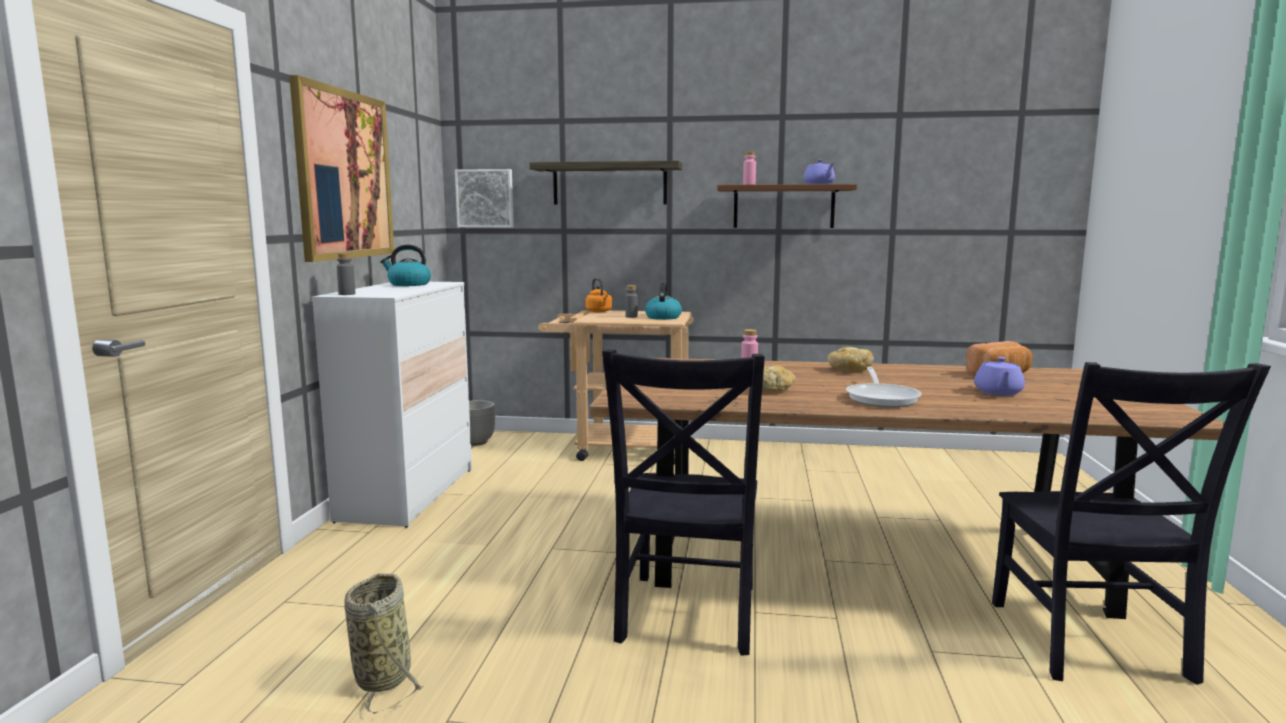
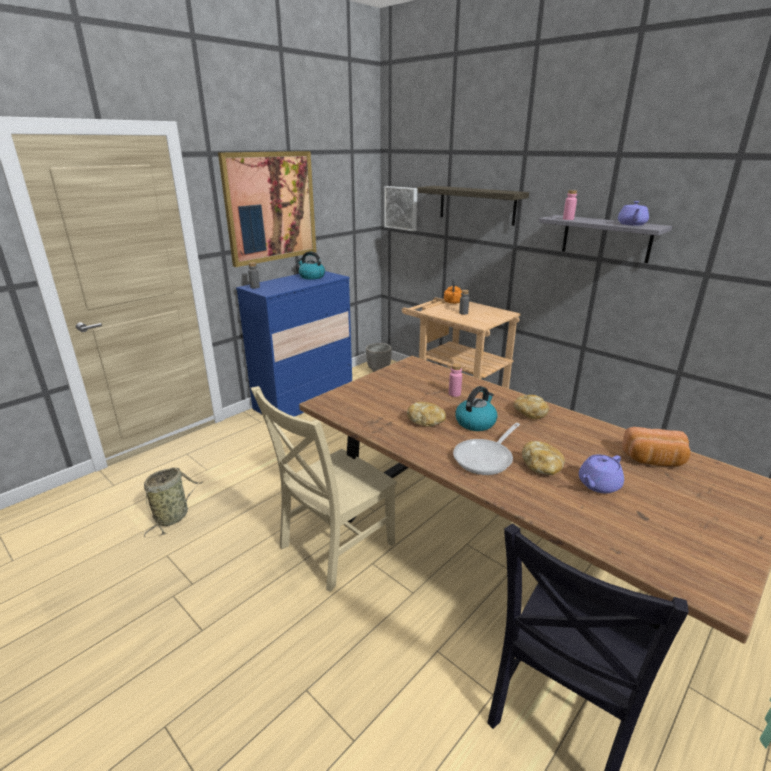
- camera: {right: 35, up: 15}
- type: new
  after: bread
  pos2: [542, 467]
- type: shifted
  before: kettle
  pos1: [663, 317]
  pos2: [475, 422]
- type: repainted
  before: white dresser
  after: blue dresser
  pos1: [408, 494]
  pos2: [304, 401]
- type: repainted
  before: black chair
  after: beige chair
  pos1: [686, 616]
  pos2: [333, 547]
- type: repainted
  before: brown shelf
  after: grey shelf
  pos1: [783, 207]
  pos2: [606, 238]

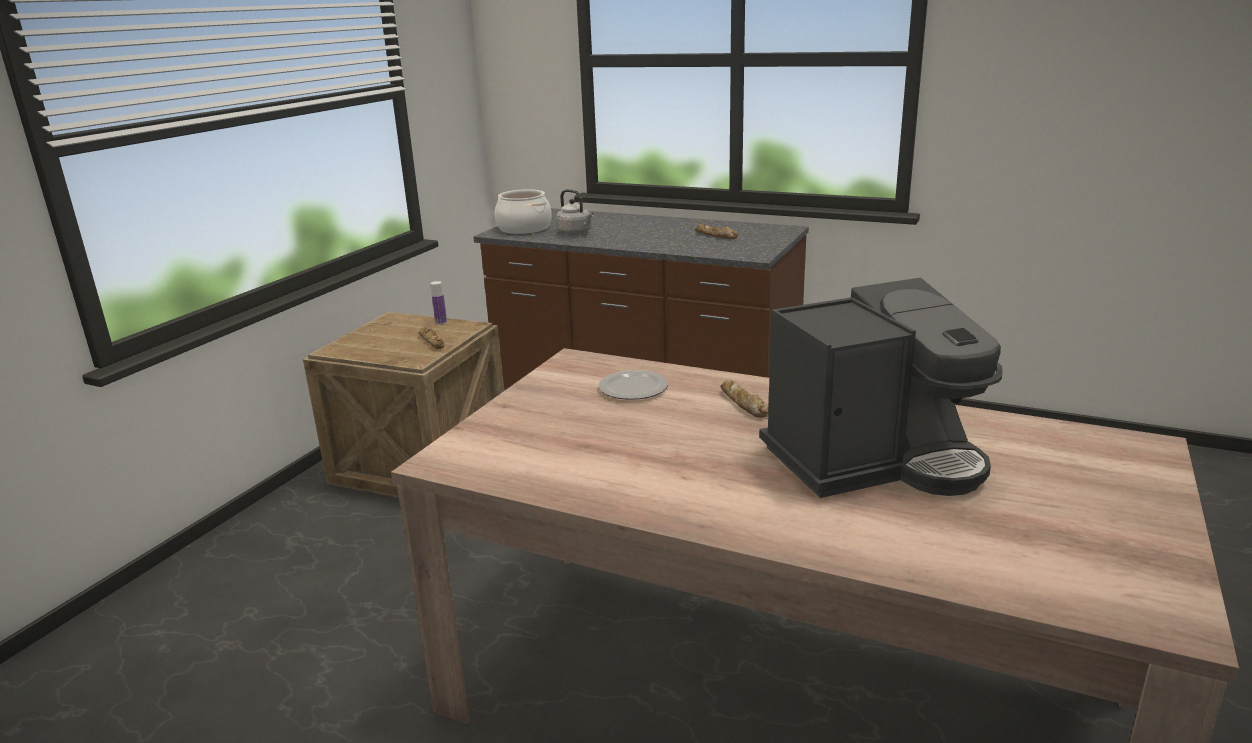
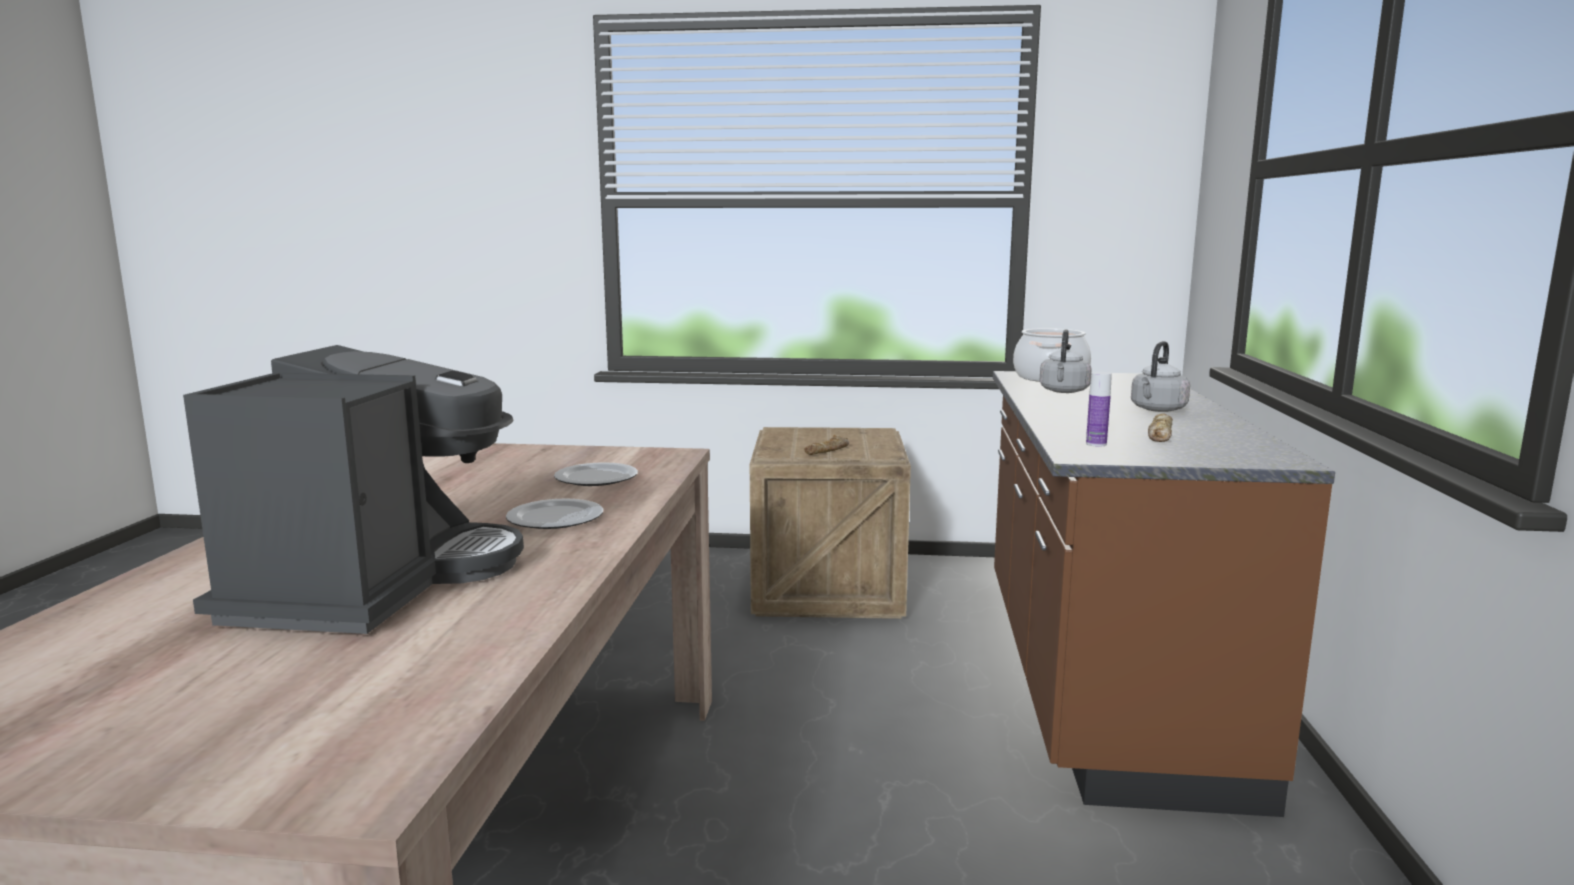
- camera: {right: 70, up: -10}
- type: new
  after: grey kettle
  pos2: [1157, 409]
- type: shifted
  before: bottle
  pos1: [441, 322]
  pos2: [1096, 444]
- type: swapped
  before: bread
  after: plate
  pos1: [743, 404]
  pos2: [554, 519]
- type: rotated
  before: coffee machine
  pos1: [874, 460]
  pos2: [375, 583]
  turn: -135

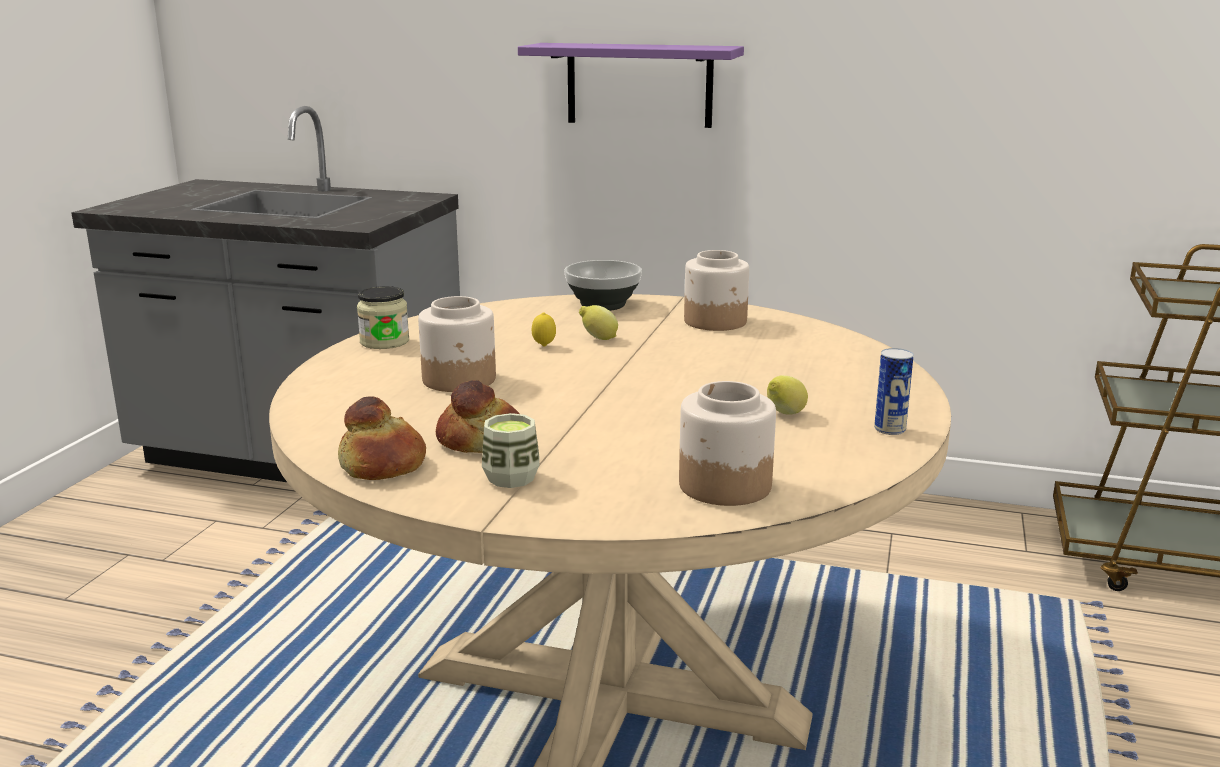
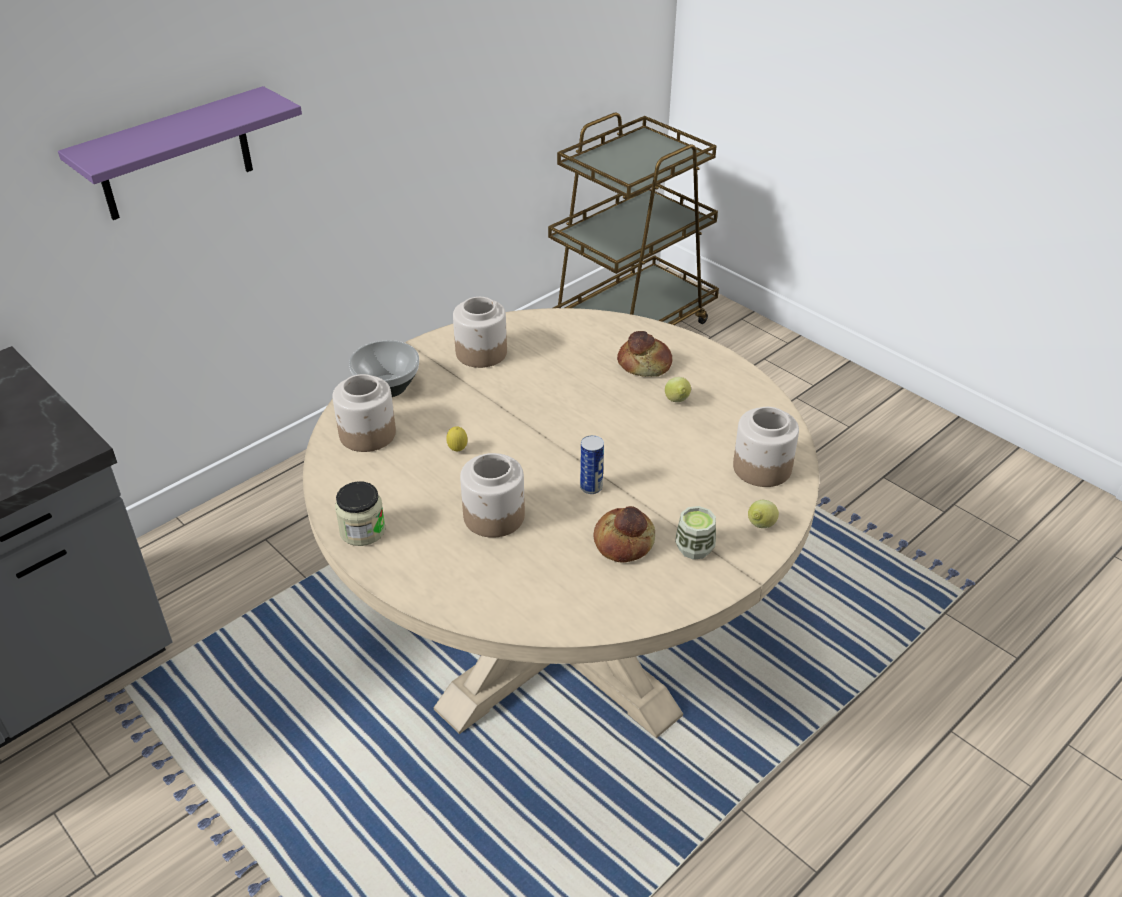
- camera: {right: -60, up: 20}
- type: new
  after: jar
  pos2: [367, 434]
- type: shifted
  before: bread
  pos1: [384, 464]
  pos2: [645, 364]
- type: shifted
  before: lemon
  pos1: [598, 339]
  pos2: [760, 526]
- type: shifted
  before: can
  pos1: [889, 429]
  pos2: [591, 487]

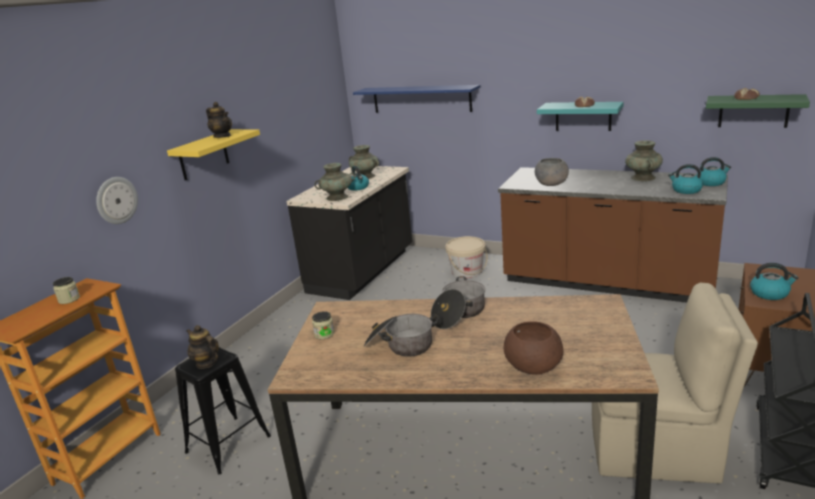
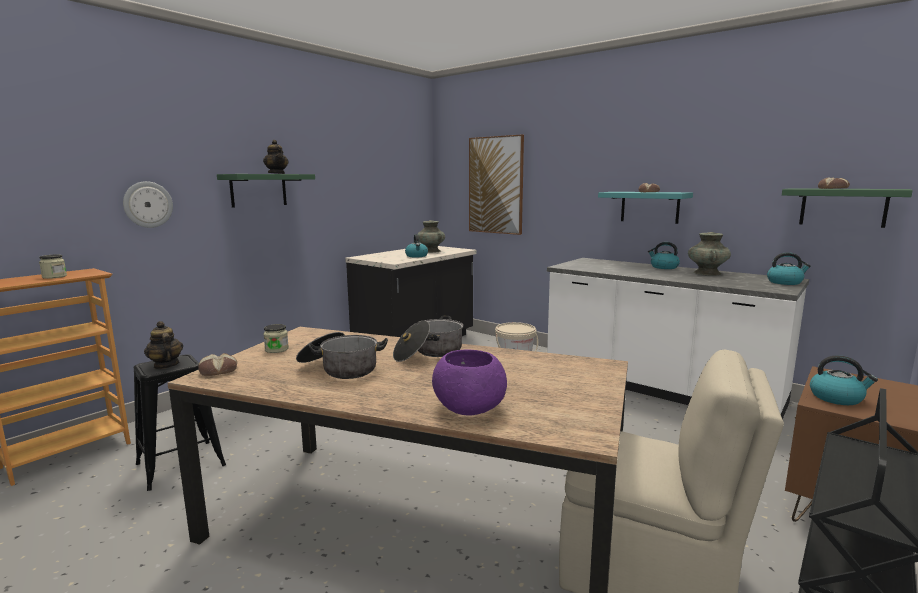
- camera: {right: 10, up: -10}
- type: gone
  before: turquoise vase
  pos1: [337, 197]
- type: gone
  before: grey bowl
  pos1: [551, 184]
- type: new
  after: bread
  pos2: [218, 371]
- type: shifted
  before: kettle
  pos1: [686, 190]
  pos2: [663, 267]
- type: swapped
  before: blue shelf
  after: picture
  pos1: [421, 99]
  pos2: [496, 185]
- type: repainted
  before: yellow shelf
  after: green shelf
  pos1: [203, 155]
  pos2: [258, 190]
- type: repainted
  before: brown counter
  after: white counter
  pos1: [606, 282]
  pos2: [658, 388]
- type: repainted
  before: brown bowl
  after: purple bowl
  pos1: [534, 367]
  pos2: [470, 409]

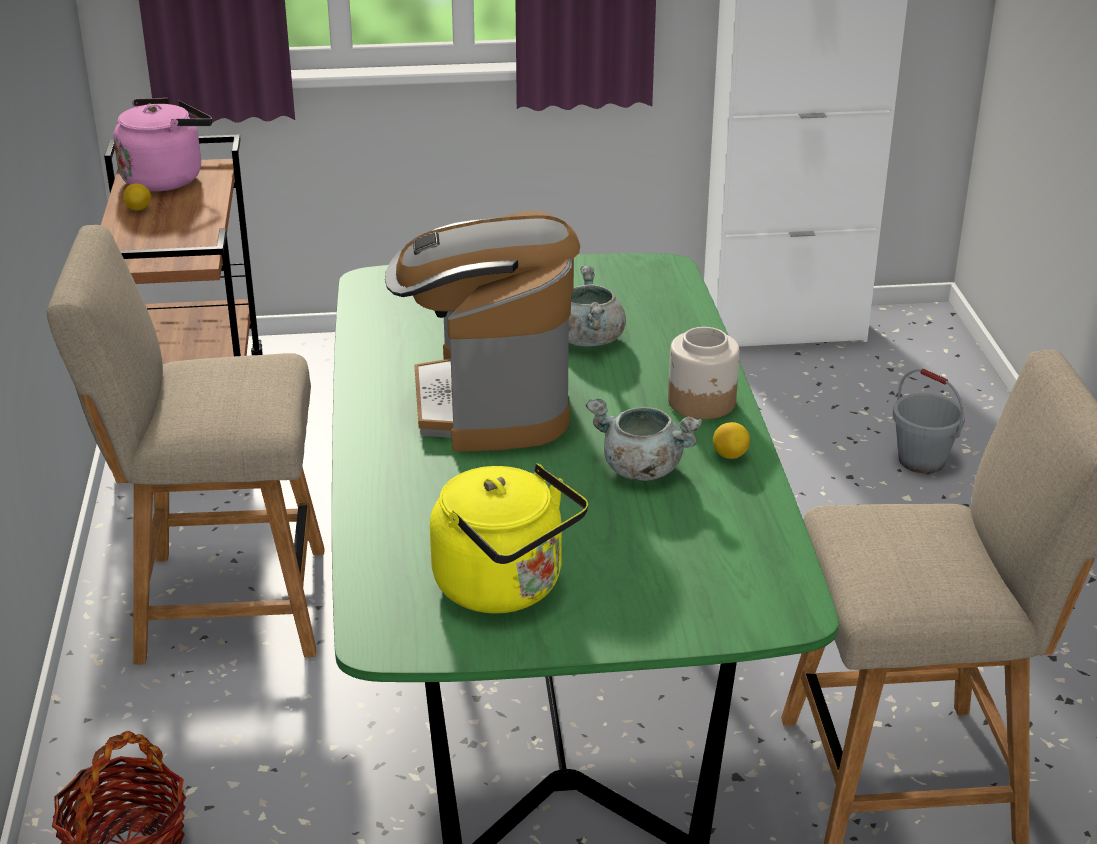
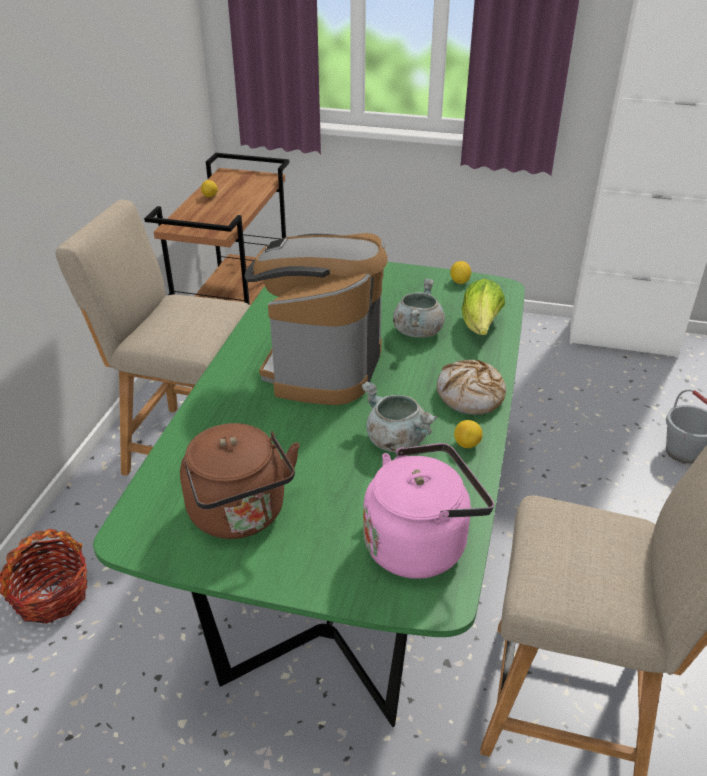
- camera: {right: 20, up: 5}
- type: new
  after: lemon
  pos2: [459, 282]
- type: new
  after: lettuce
  pos2: [480, 327]
- type: shifted
  before: pink kettle
  pos1: [166, 178]
  pos2: [420, 543]
- type: swapped
  before: jar
  after: bread
  pos1: [702, 402]
  pos2: [470, 396]
- type: repainted
  before: yellow kettle
  after: brown kettle
  pos1: [506, 587]
  pos2: [241, 515]

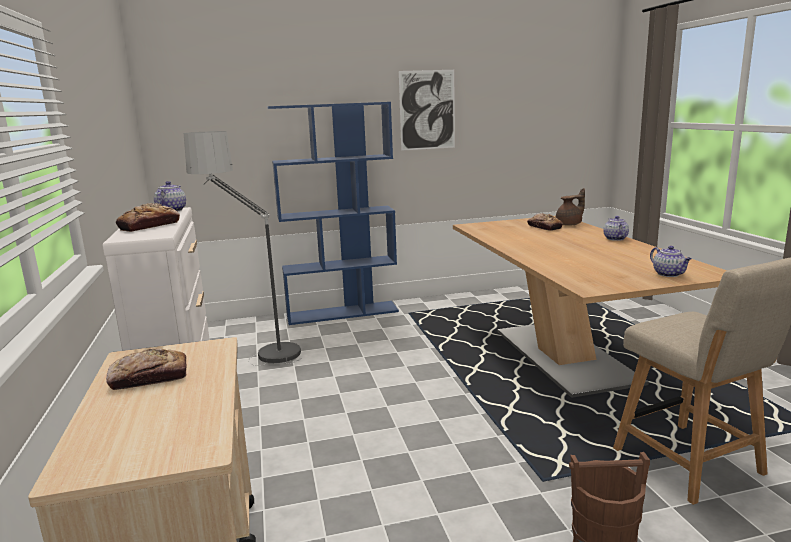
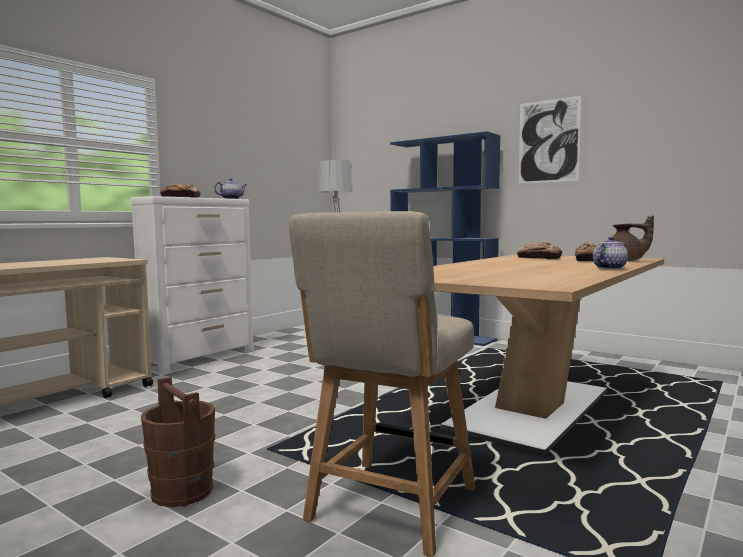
- camera: {right: 50, up: -10}
- type: gone
  before: teapot
  pos1: [669, 274]
- type: shifted
  before: bread
  pos1: [149, 378]
  pos2: [539, 258]

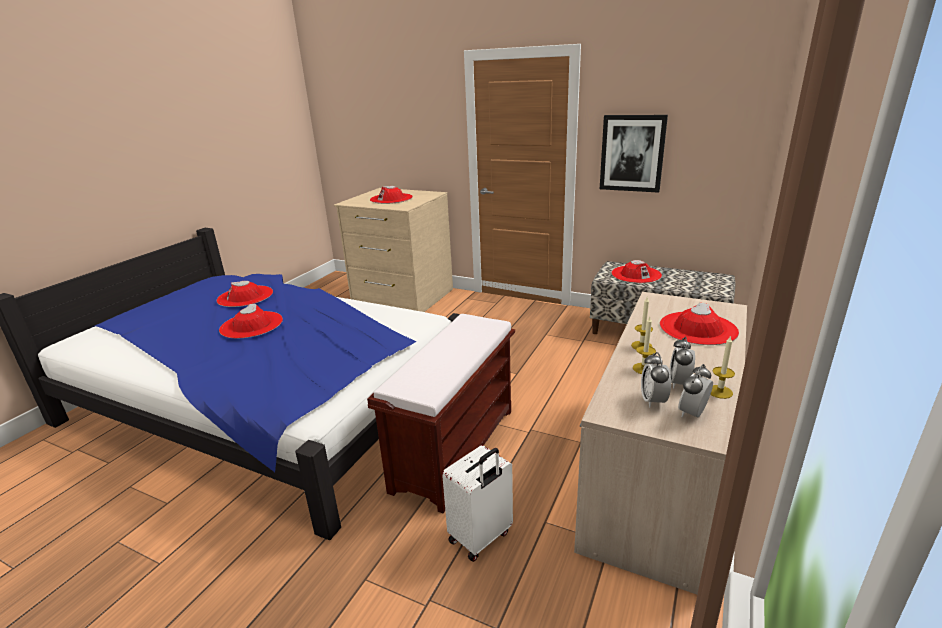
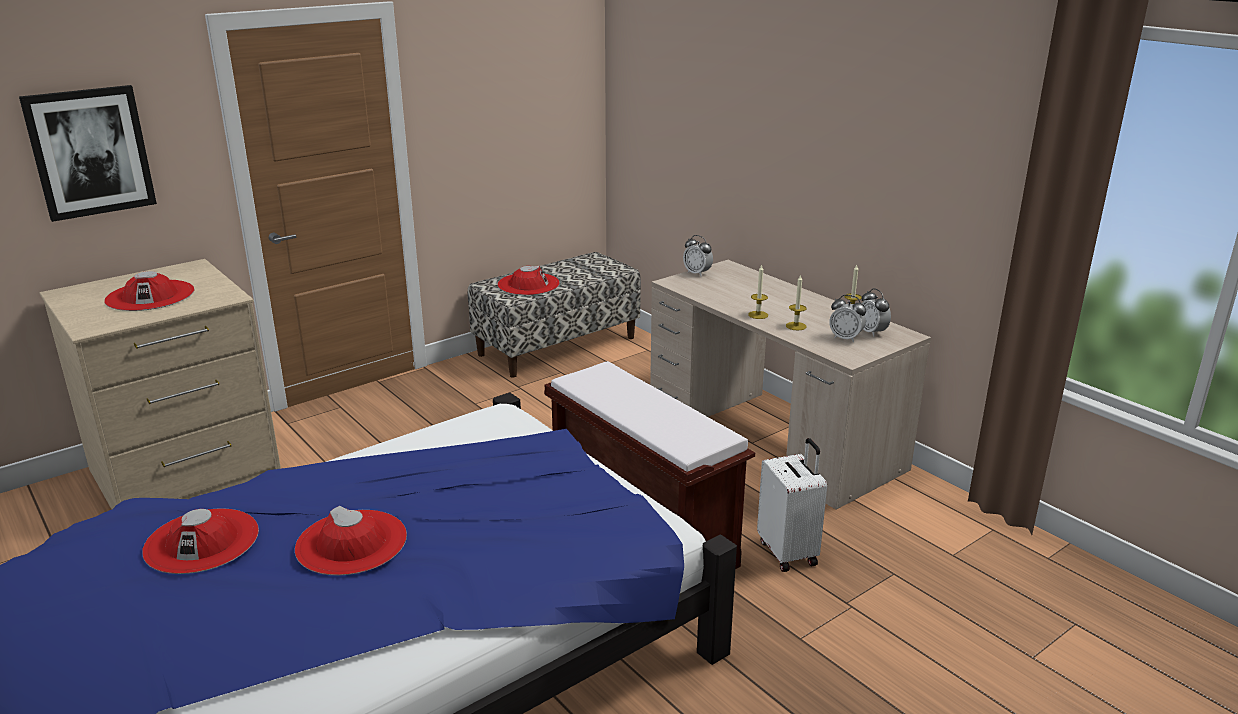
- camera: {right: -65, up: 0}
- type: gone
  before: red hat
  pos1: [698, 328]
- type: shifted
  before: picture
  pos1: [632, 153]
  pos2: [90, 152]
- type: shifted
  before: alarm clock
  pos1: [679, 383]
  pos2: [697, 273]

